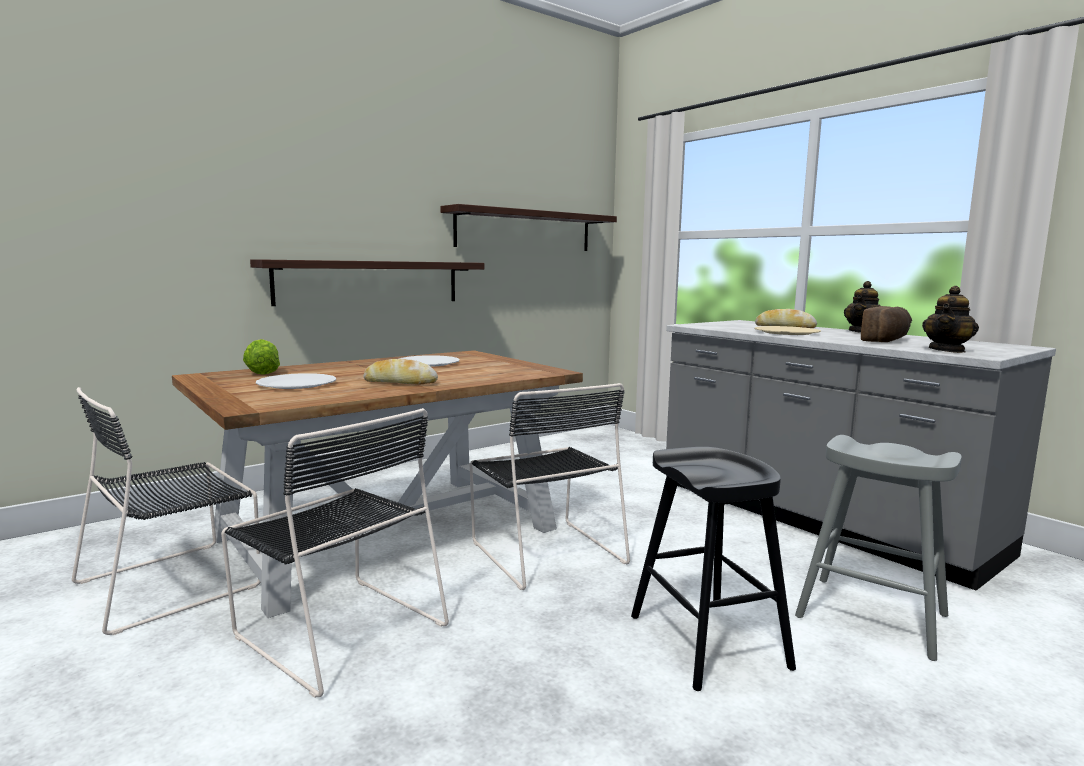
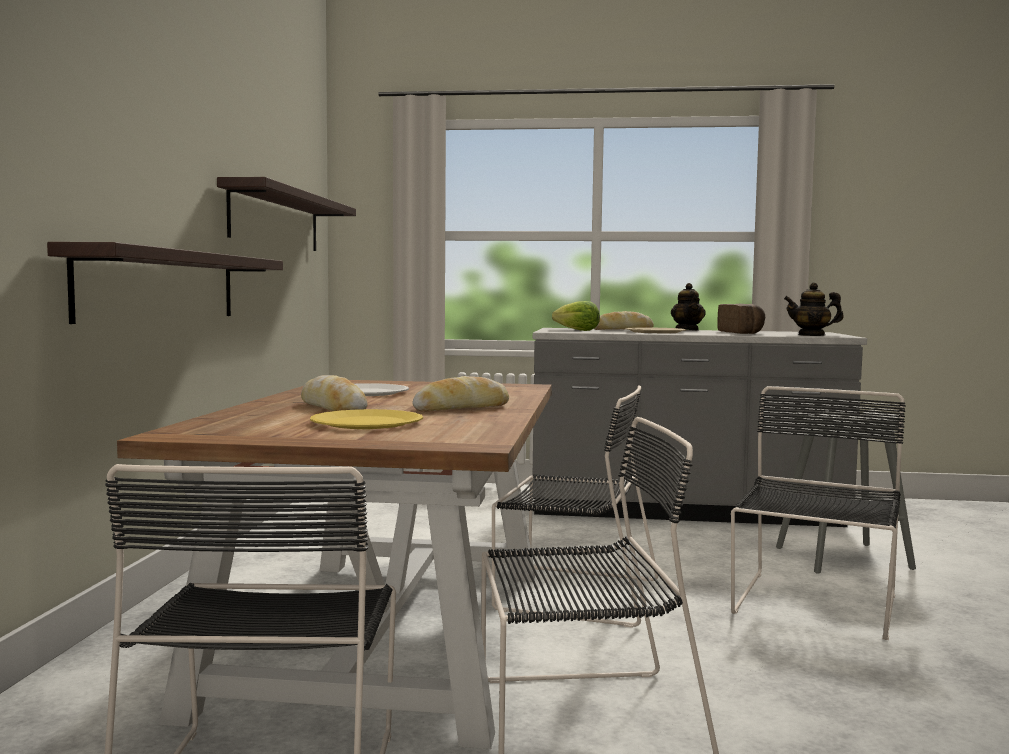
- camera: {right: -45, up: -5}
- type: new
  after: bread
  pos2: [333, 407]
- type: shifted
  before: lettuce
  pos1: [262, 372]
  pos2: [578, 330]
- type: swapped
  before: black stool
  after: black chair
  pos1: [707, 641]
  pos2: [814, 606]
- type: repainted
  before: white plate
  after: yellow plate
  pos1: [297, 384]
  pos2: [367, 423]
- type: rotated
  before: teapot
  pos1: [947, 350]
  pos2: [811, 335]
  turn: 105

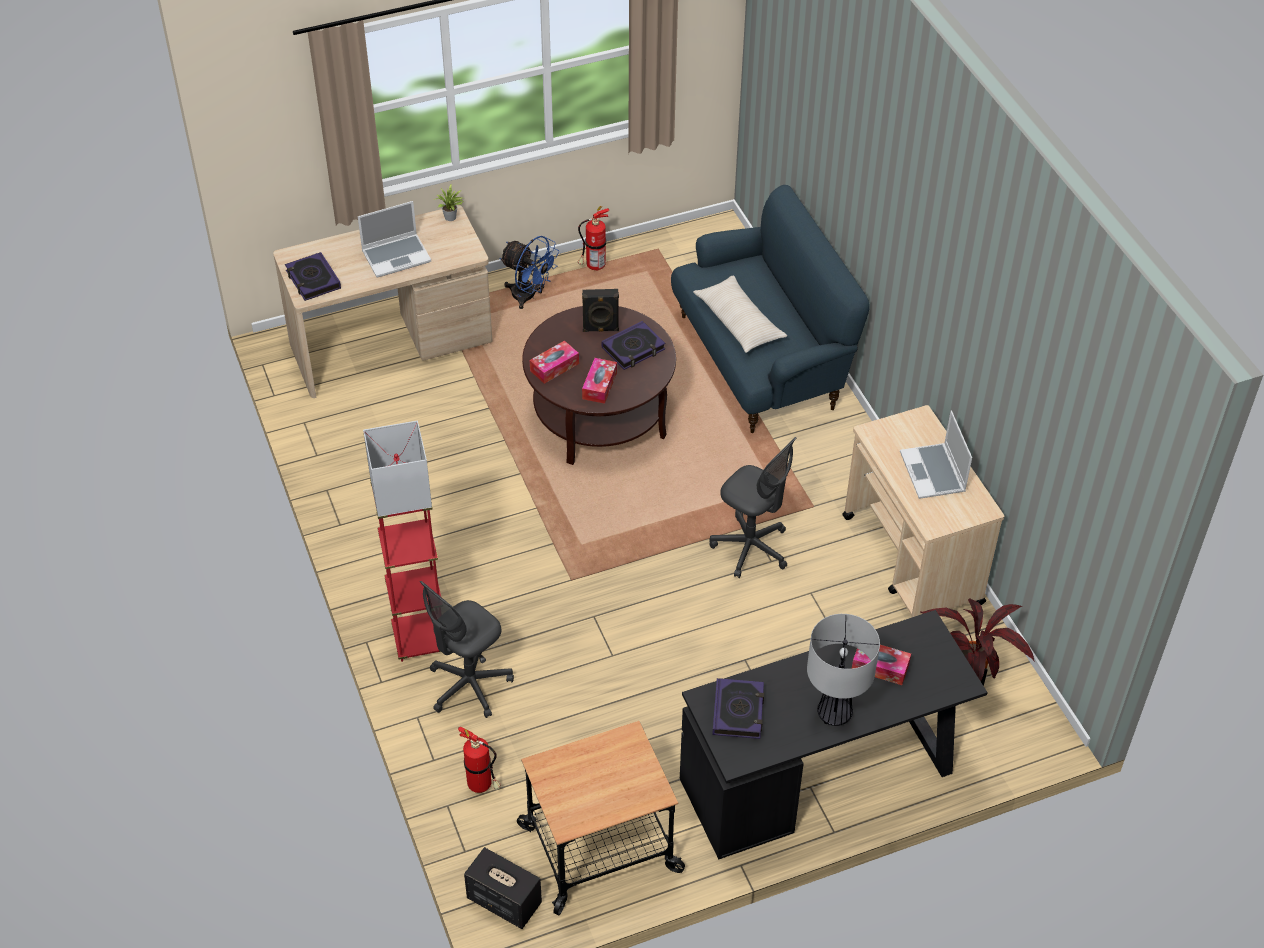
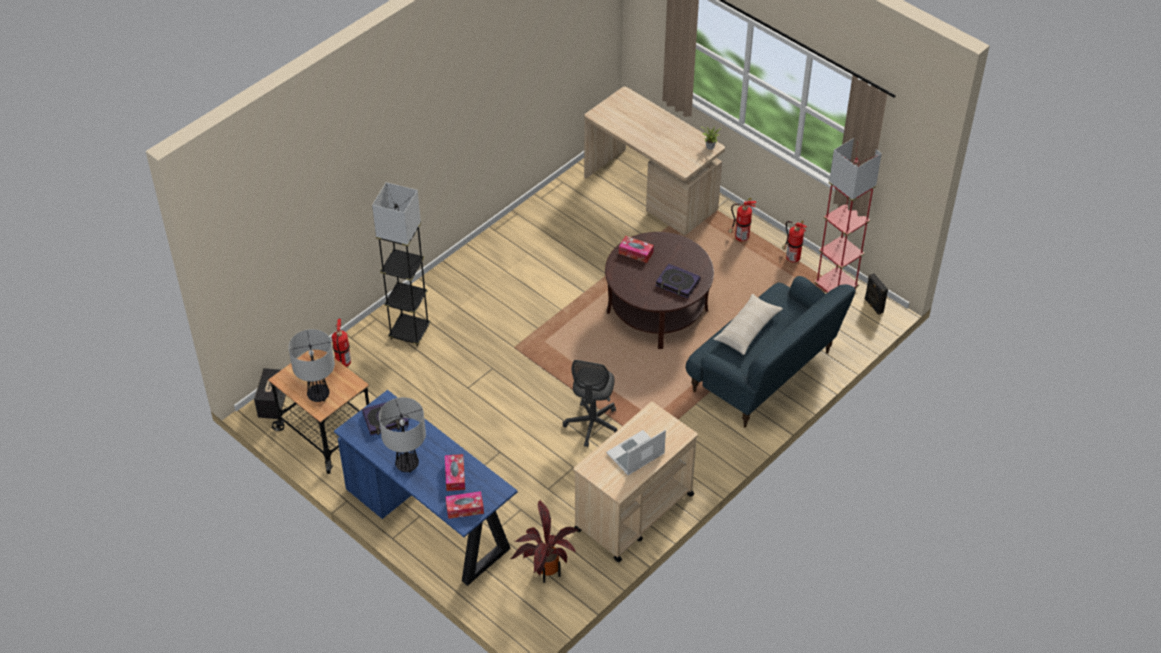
- camera: {right: 65, up: 0}
- type: gone
  before: book
  pos1: [313, 280]
- type: gone
  before: laptop
  pos1: [397, 256]
- type: new
  after: table lamp
  pos2: [319, 395]
- type: shifted
  before: red floor lamp
  pos1: [420, 640]
  pos2: [835, 287]
- type: shifted
  before: black speaker
  pos1: [600, 329]
  pos2: [873, 306]
- type: shifted
  before: tissue box
  pos1: [599, 385]
  pos2: [464, 508]
- type: swapped
  before: grey office chair
  after: grey floor lamp
  pos1: [469, 686]
  pos2: [409, 332]
- type: swapped
  before: blue fan
  after: fire extinguisher
  pos1: [529, 297]
  pos2: [740, 238]
- type: repainted
  before: black desk
  after: blue desk
  pos1: [822, 777]
  pos2: [430, 520]

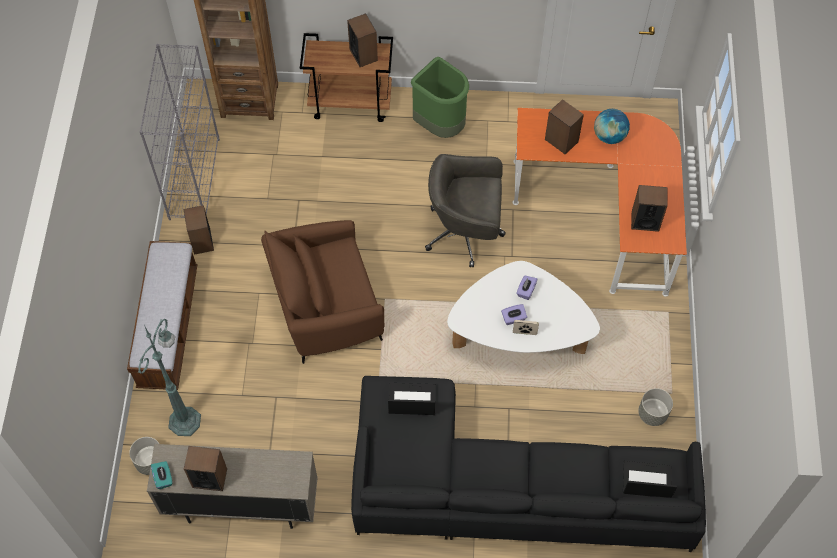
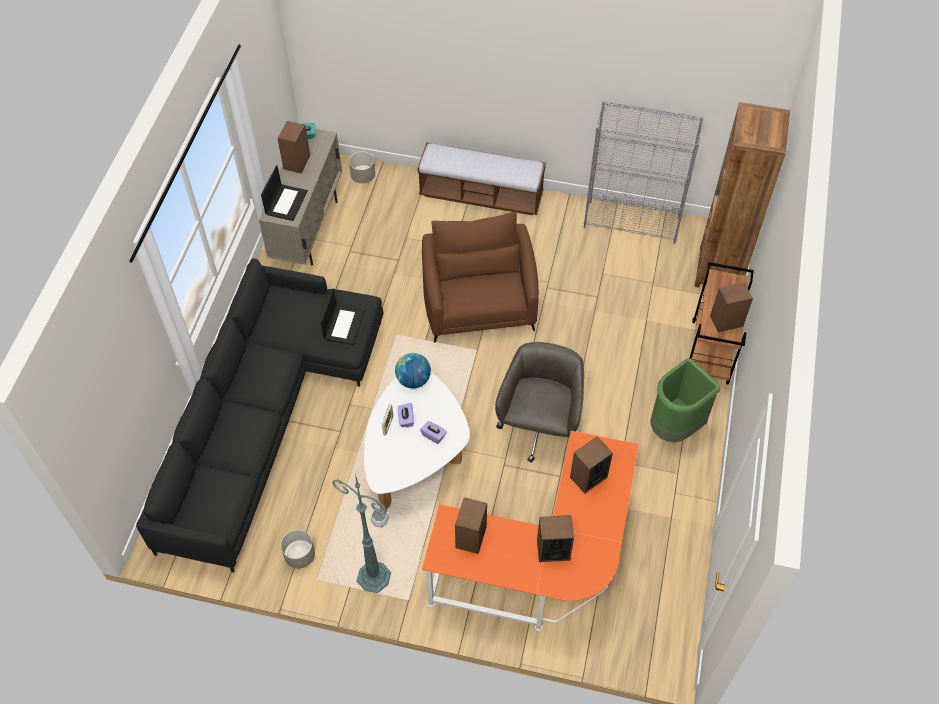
- camera: {right: 100, up: -5}
- type: shifted
  before: green floor lamp
  pos1: [185, 420]
  pos2: [375, 578]
- type: shifted
  before: speaker
  pos1: [202, 241]
  pos2: [553, 550]
- type: shifted
  before: globe
  pos1: [609, 136]
  pos2: [413, 380]
- type: shifted
  before: laptop
  pos1: [646, 480]
  pos2: [286, 202]

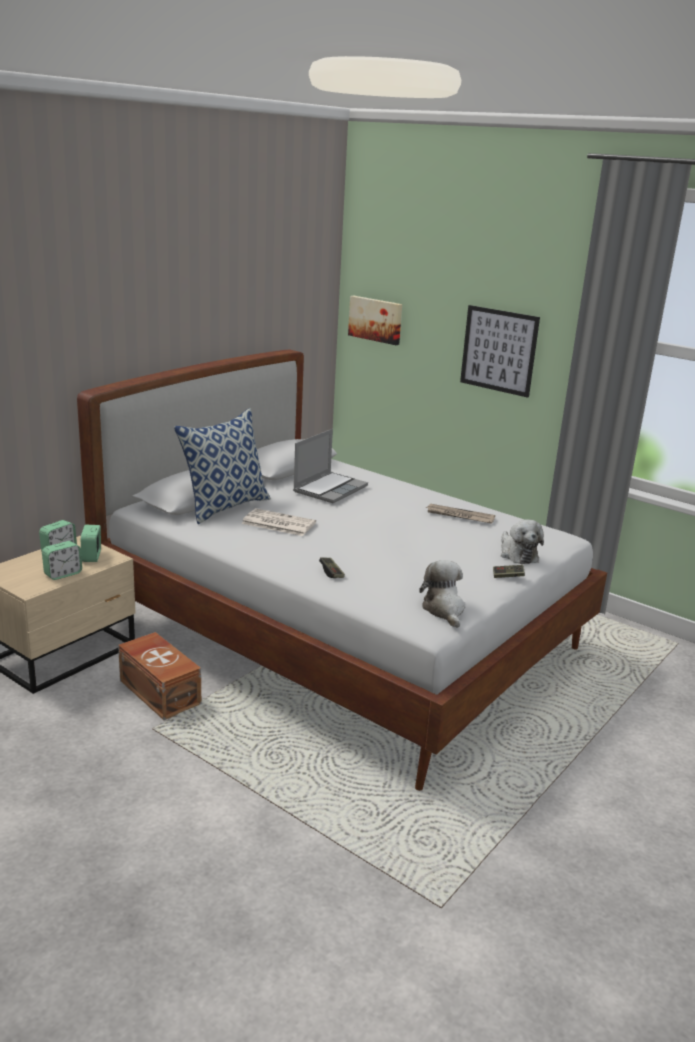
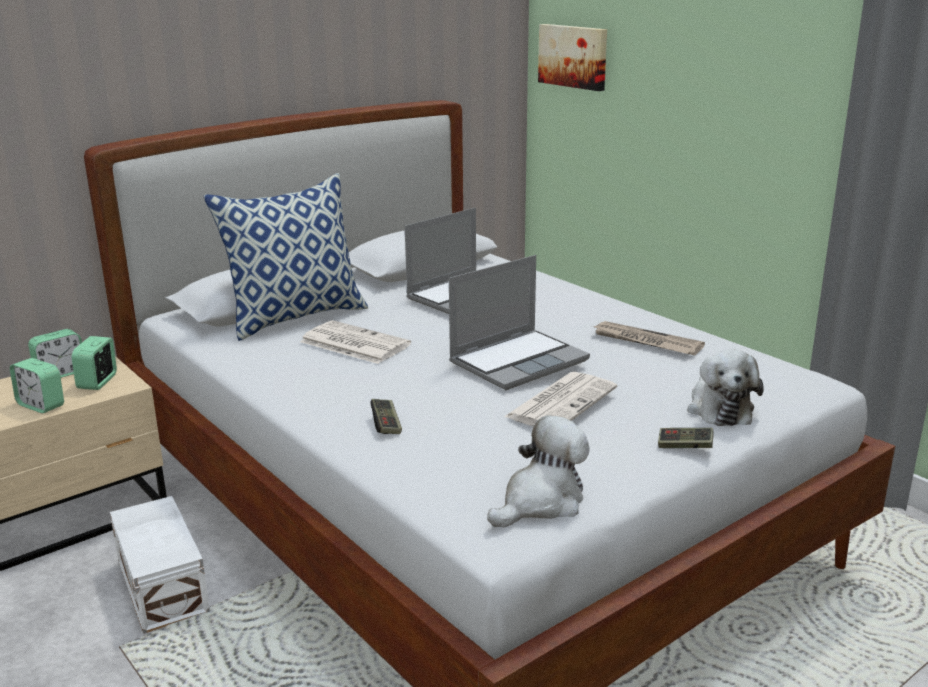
- camera: {right: 15, up: 0}
- type: gone
  before: picture
  pos1: [499, 350]
- type: new
  after: laptop
  pos2: [519, 361]
- type: new
  after: newspaper
  pos2: [561, 402]
- type: repainted
  before: brown storage box
  after: white storage box
  pos1: [160, 691]
  pos2: [164, 585]
- type: rotated
  before: alarm clock
  pos1: [63, 574]
  pos2: [41, 405]
  turn: 60
- type: rotated
  before: plush toy
  pos1: [444, 610]
  pos2: [541, 502]
  turn: 45

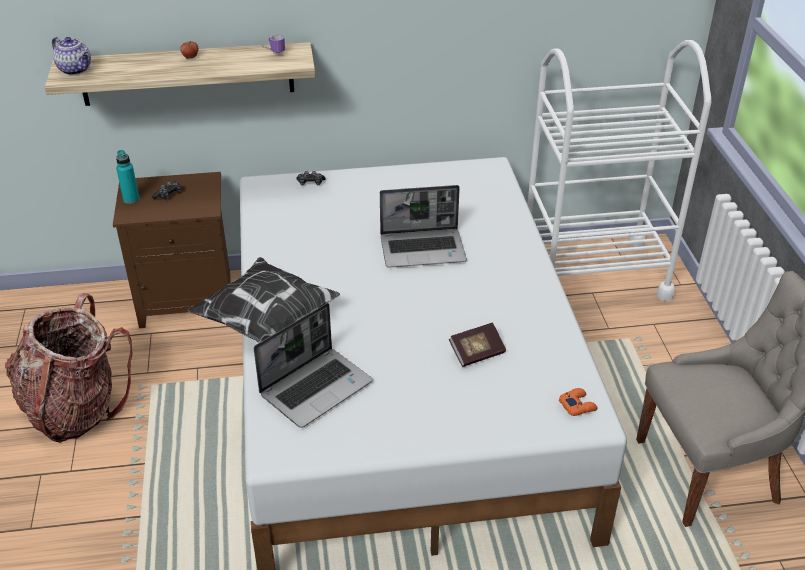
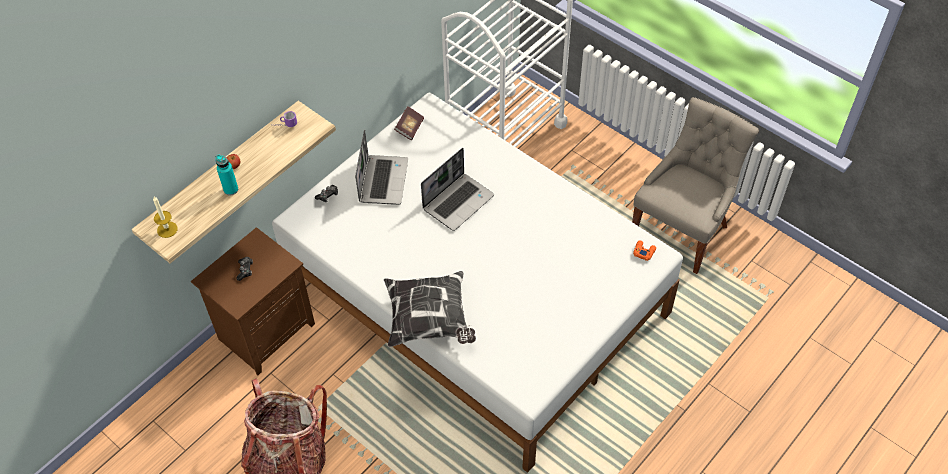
- camera: {right: -40, up: 15}
- type: shifted
  before: turquoise bottle
  pos1: [131, 199]
  pos2: [231, 189]
- type: shifted
  before: laptop
  pos1: [316, 387]
  pos2: [382, 180]
- type: shifted
  before: book
  pos1: [477, 353]
  pos2: [409, 128]
- type: swapped
  before: teapot
  after: candle
  pos1: [76, 69]
  pos2: [167, 229]

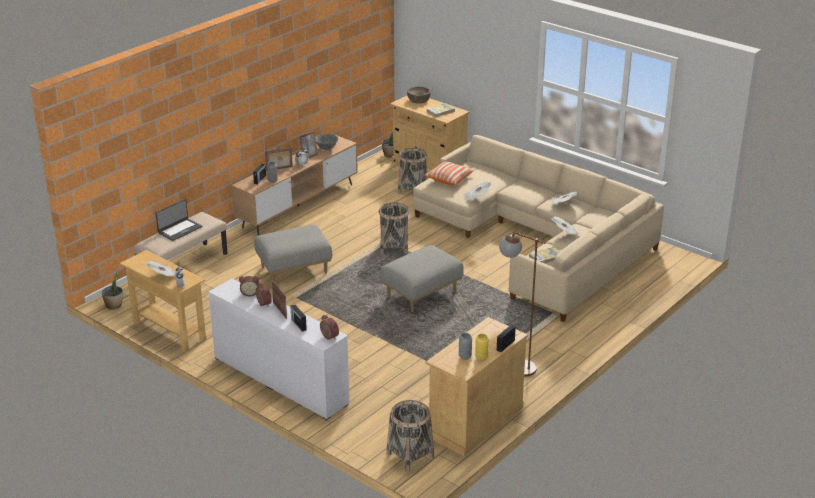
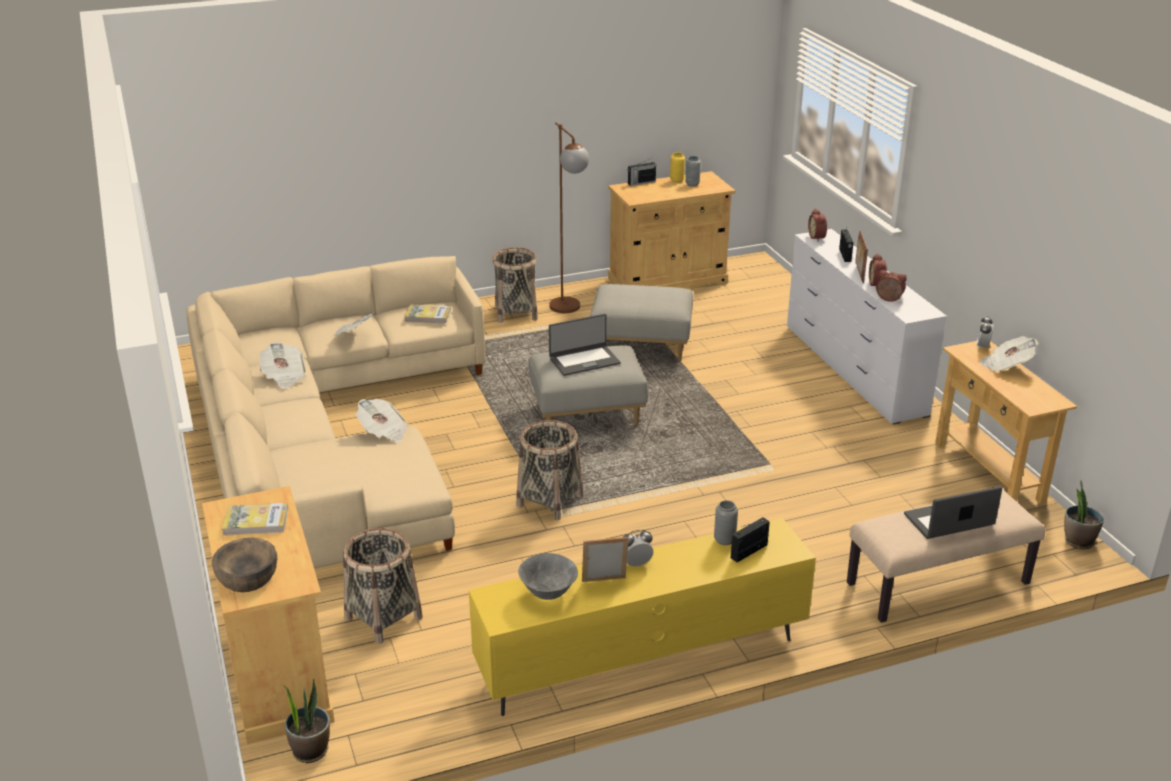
- camera: {right: -150, up: 0}
- type: gone
  before: picture frame
  pos1: [279, 169]
- type: gone
  before: pillow
  pos1: [449, 179]
- type: new
  after: laptop
  pos2: [584, 361]
- type: shifted
  before: grey ottoman
  pos1: [294, 270]
  pos2: [640, 346]
- type: shifted
  before: basket
  pos1: [410, 455]
  pos2: [516, 313]
- type: repainted
  before: brown tv stand
  after: yellow tv stand
  pos1: [298, 206]
  pos2: [642, 658]

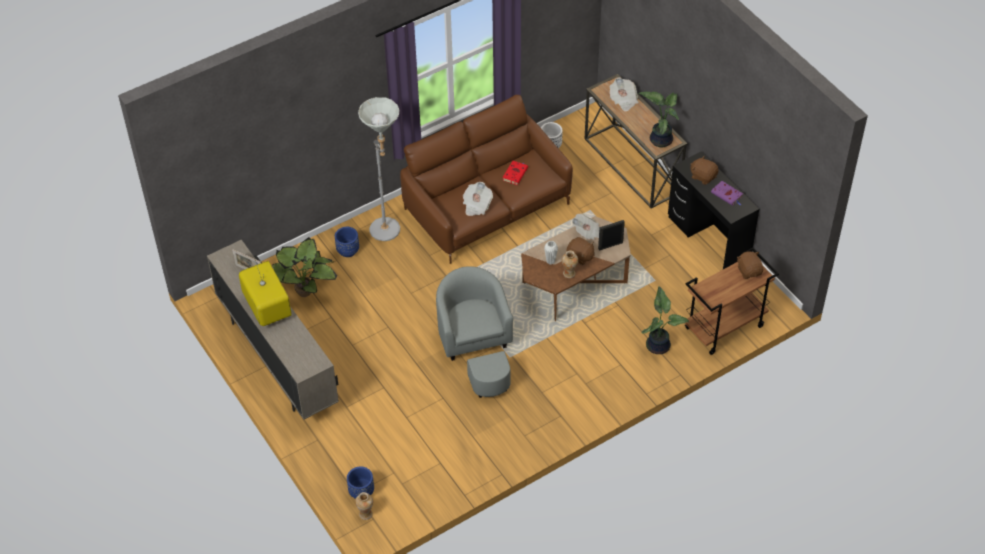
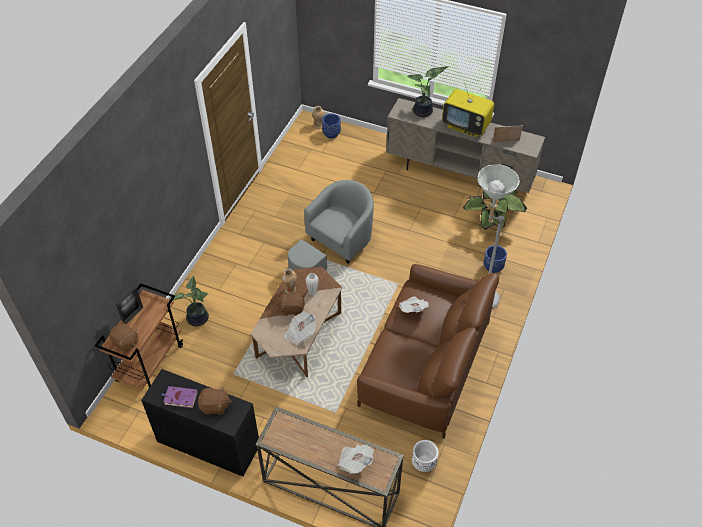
- camera: {right: 145, up: 0}
- type: gone
  before: red book
  pos1: [515, 173]
- type: shifted
  before: picture frame
  pos1: [610, 245]
  pos2: [133, 315]
- type: shifted
  before: potted plant
  pos1: [660, 139]
  pos2: [423, 112]
- type: rotated
  before: grey armchair
  pos1: [477, 348]
  pos2: [334, 248]
  turn: -90

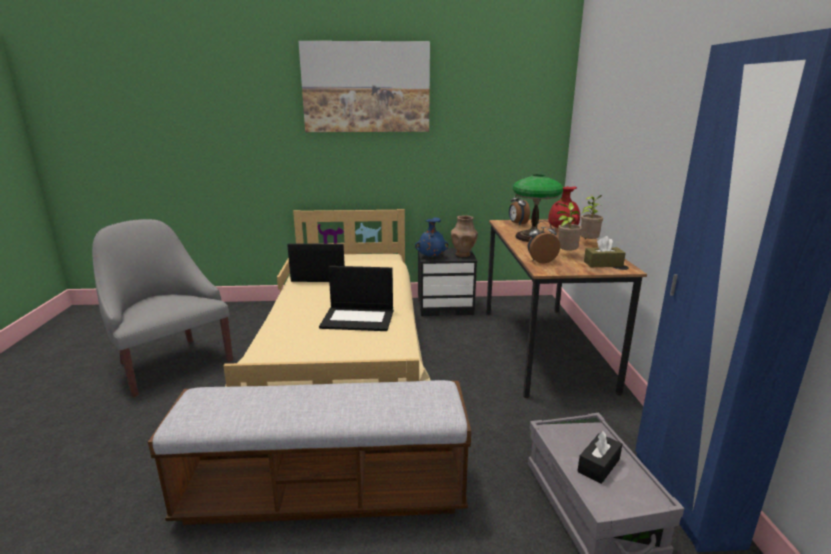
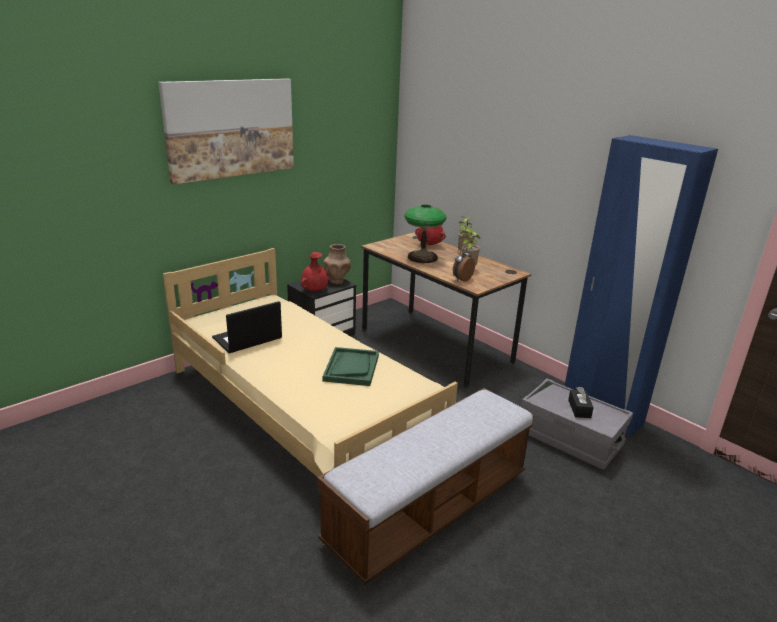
- camera: {right: -40, up: 5}
- type: gone
  before: grey armchair
  pos1: [170, 363]
- type: gone
  before: alarm clock
  pos1: [517, 224]
- type: gone
  before: brown tissue box
  pos1: [603, 264]
- type: swapped
  before: laptop
  after: green tray
  pos1: [358, 319]
  pos2: [351, 368]
- type: repainted
  before: blue vase
  after: red vase
  pos1: [431, 257]
  pos2: [314, 290]

